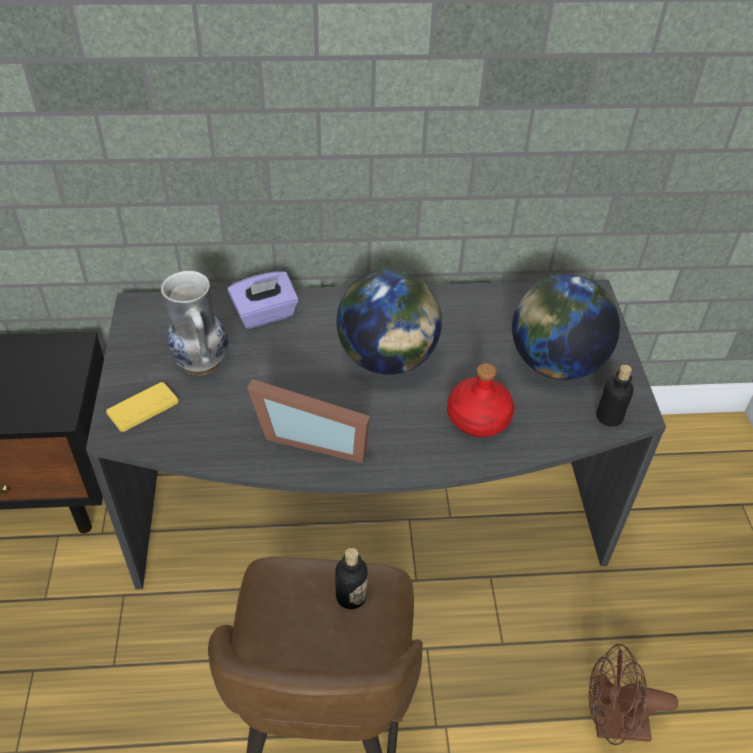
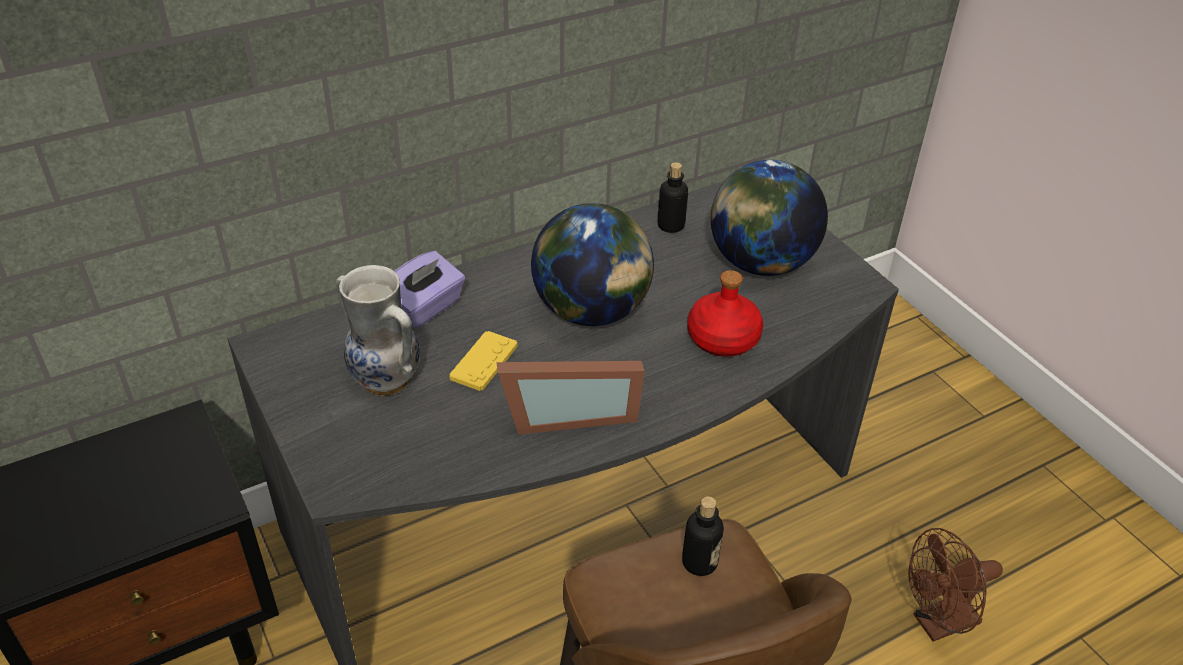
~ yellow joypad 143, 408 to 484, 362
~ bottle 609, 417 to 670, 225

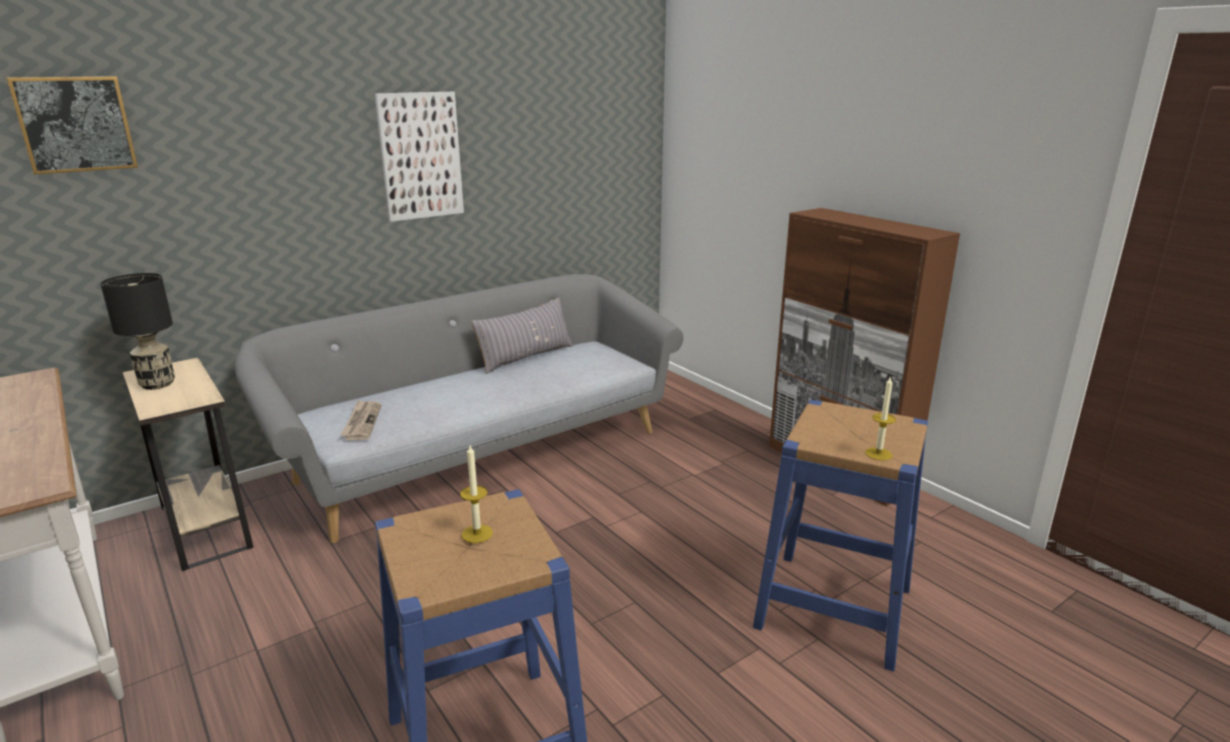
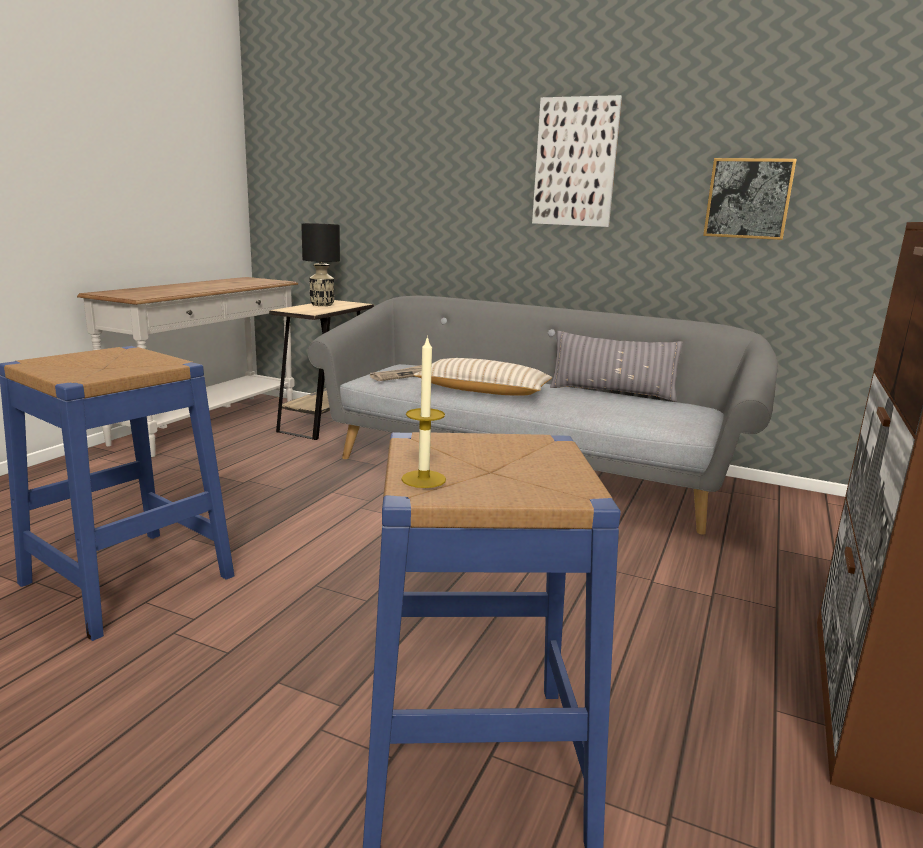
- wax candle 477, 534
+ sand-coloured throw pillow 483, 391
~ wall picture 75, 124 to 748, 198

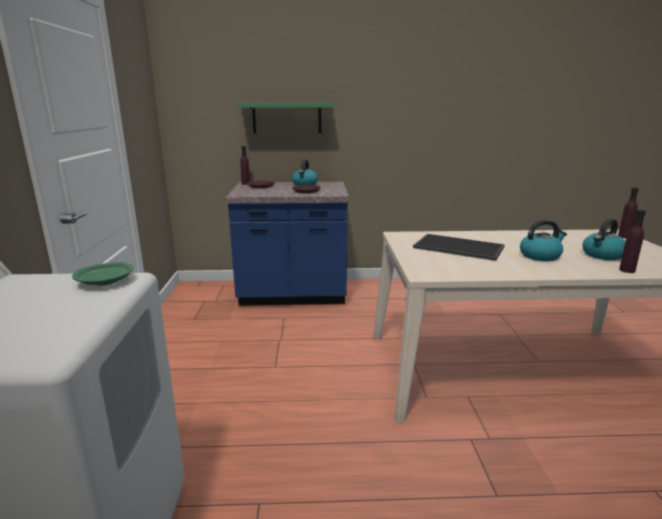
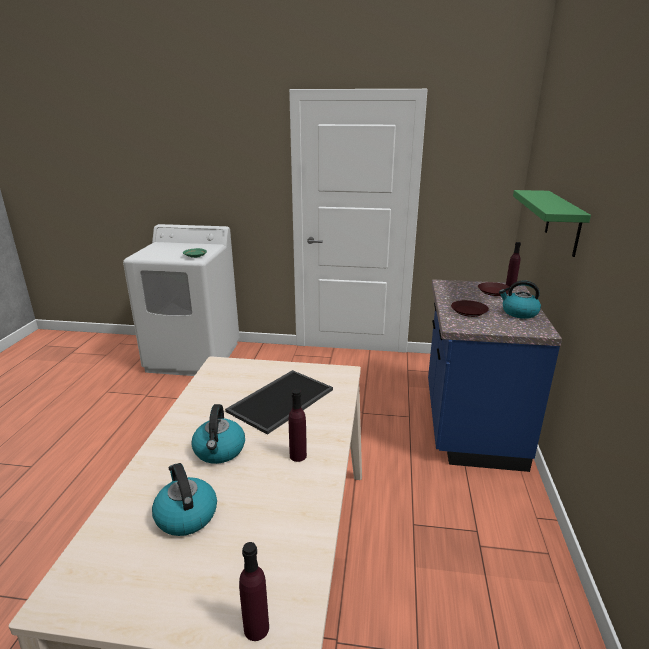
~ purple bottle 627, 270 to 298, 456

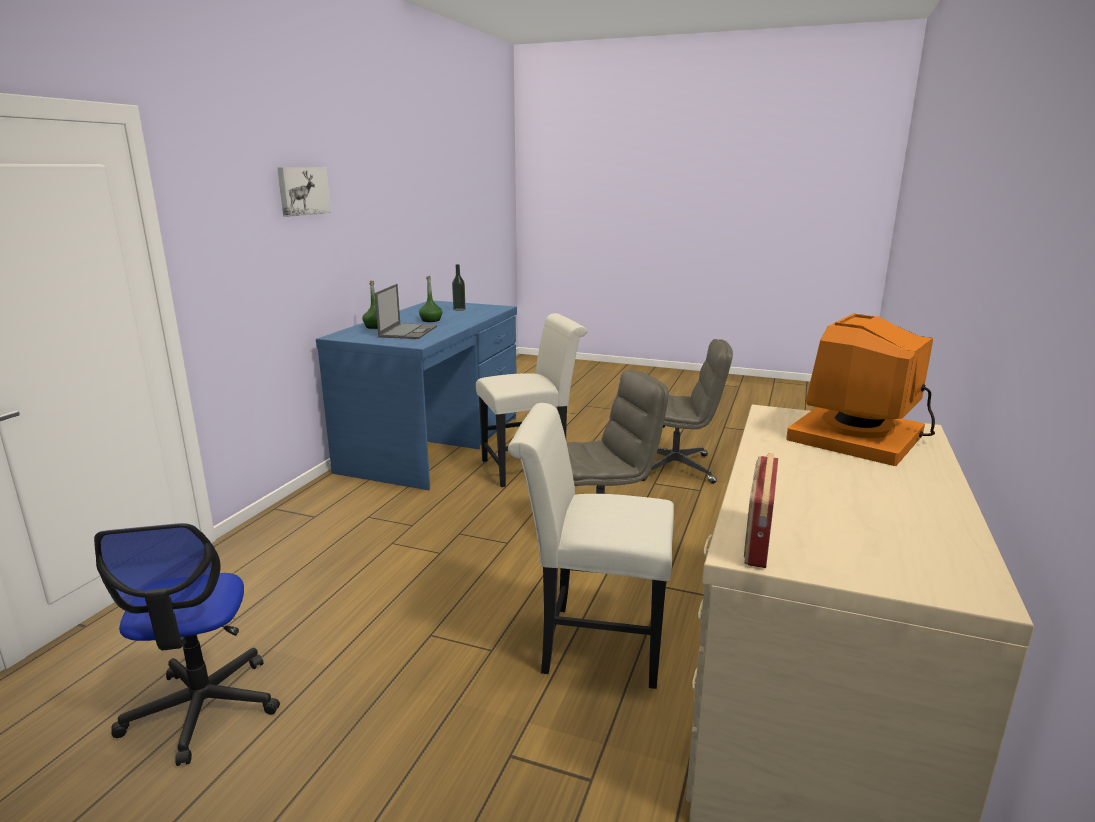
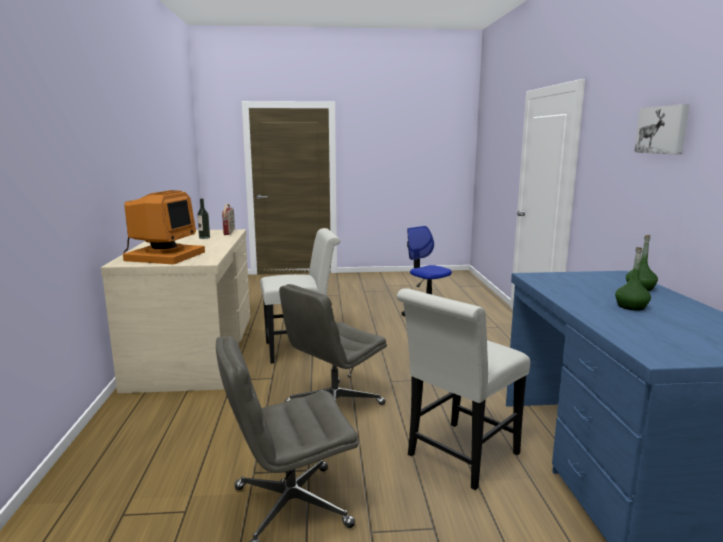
- laptop 408, 331
~ bottle 459, 309 to 204, 237

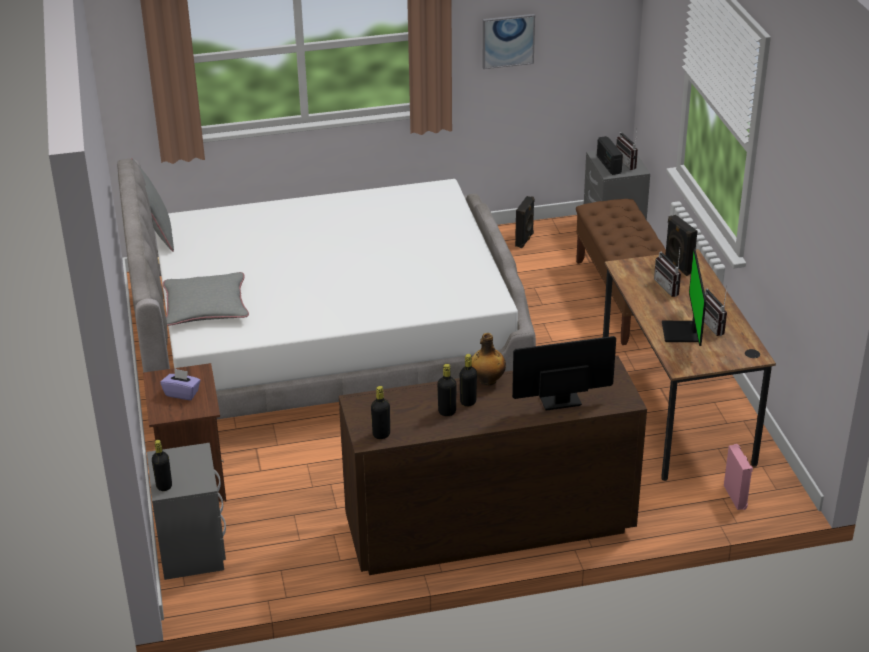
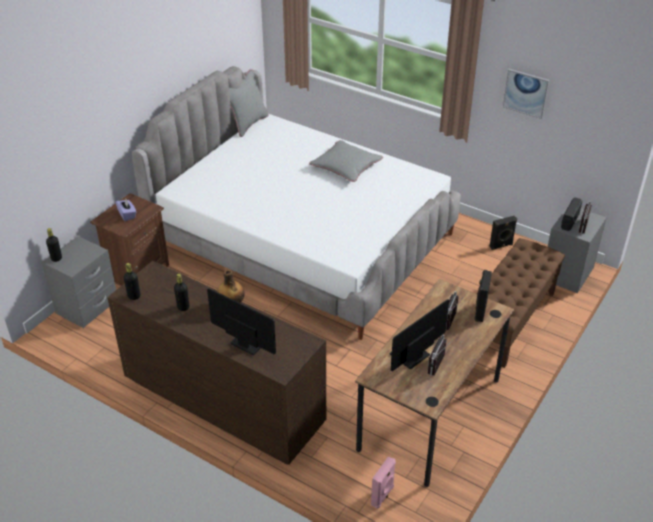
- black bottle 468, 402
~ gray throw pillow 206, 306 to 346, 166

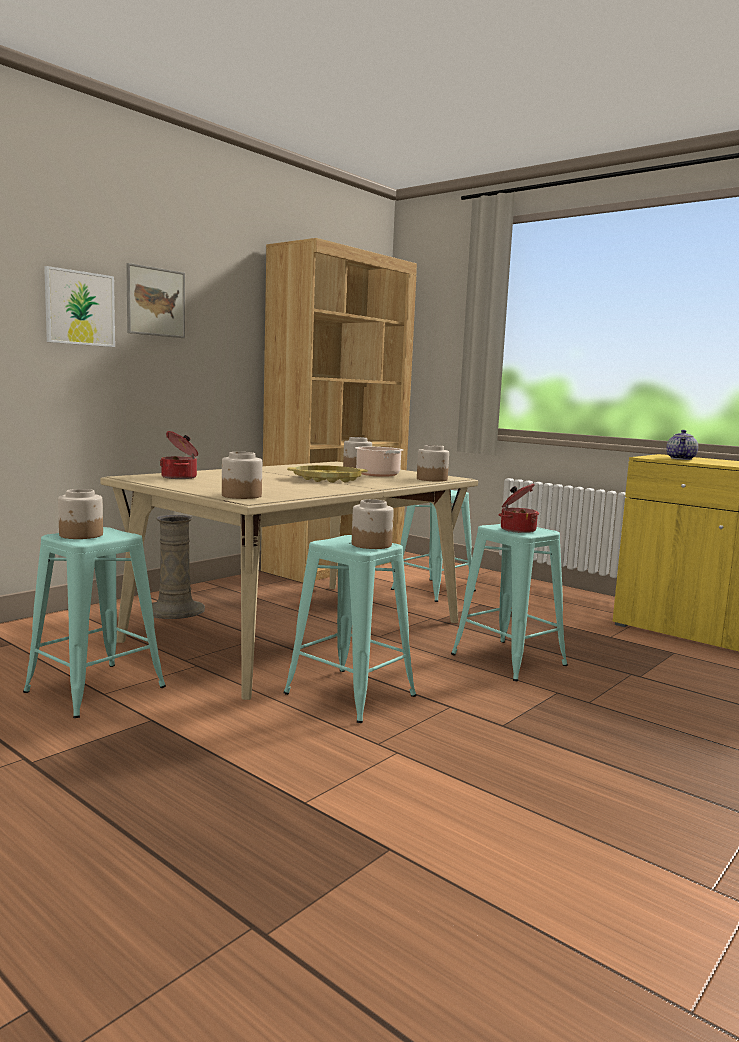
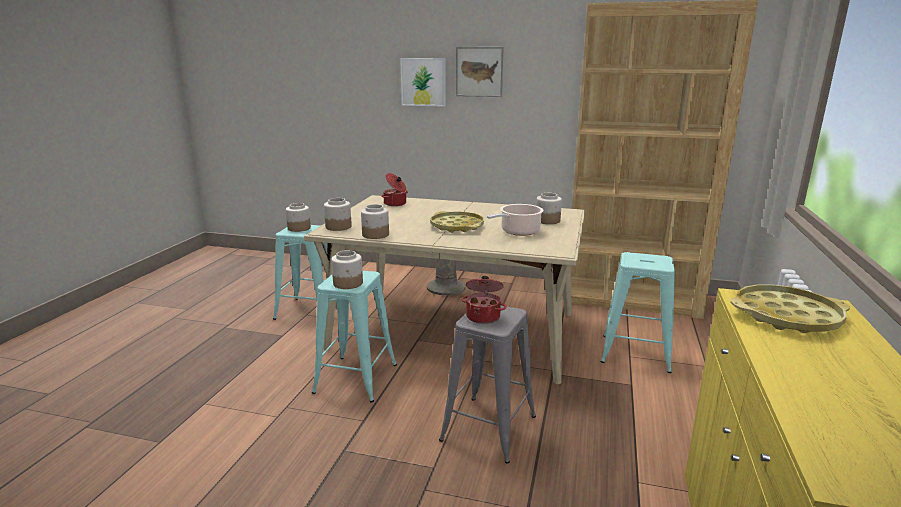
~ preserve jar 432, 479 to 375, 235
~ teapot 681, 459 to yellow tray 786, 316
~ blue-green stool seat 508, 660 to gray stool seat 488, 428

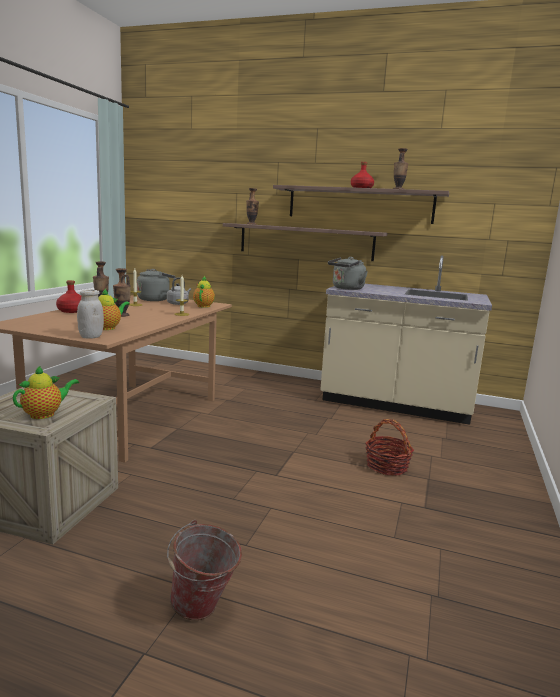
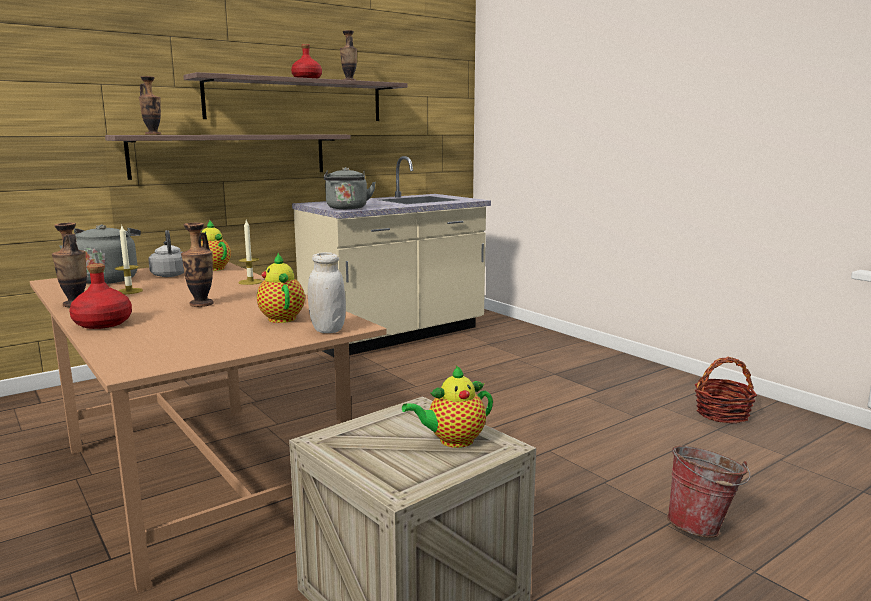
~ household basket 387, 466 to 722, 414
~ teapot 45, 414 = 452, 441 105 degrees counterclockwise

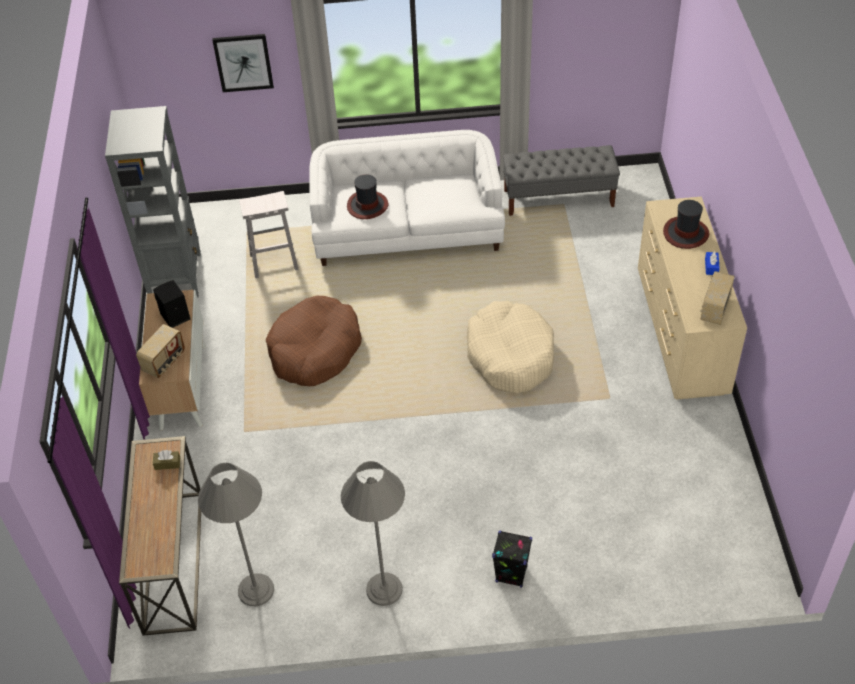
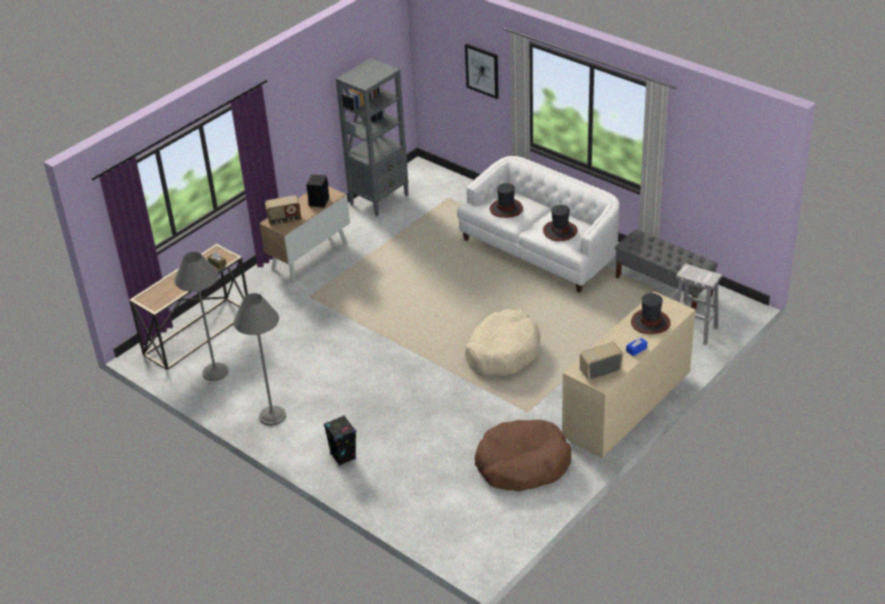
+ hat 560, 231
~ white stool seat 273, 262 to 693, 330
~ brown dog bed 315, 350 to 522, 464

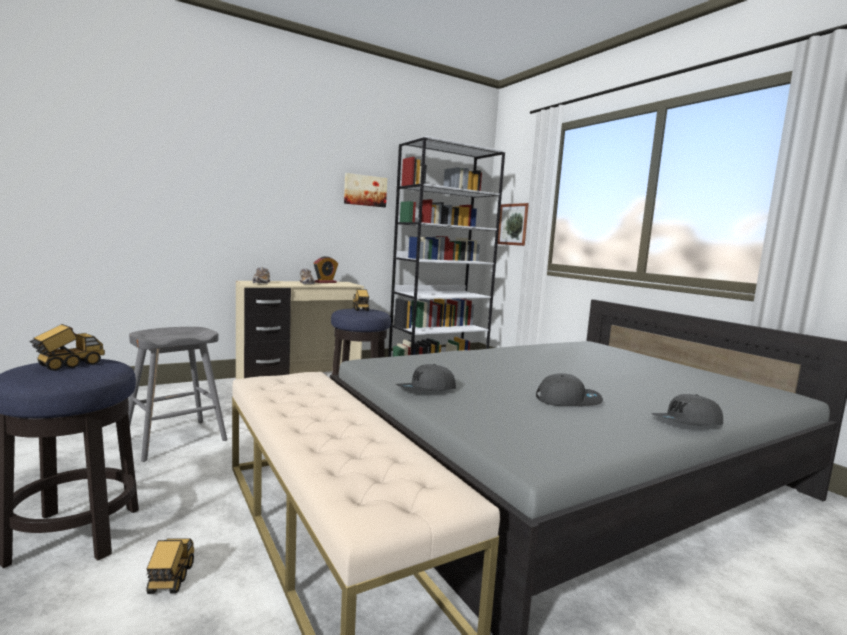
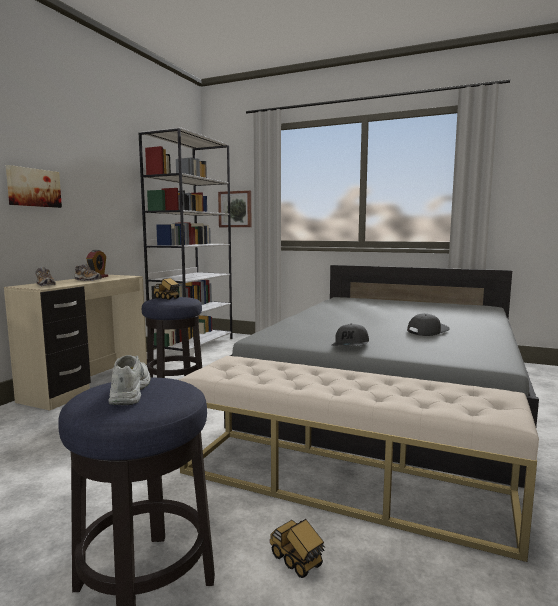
- gray stool seat 174, 440
- gray cap 687, 423
~ wall picture 365, 190 to 33, 187
~ toy lorry 68, 365 to white shoe 129, 391

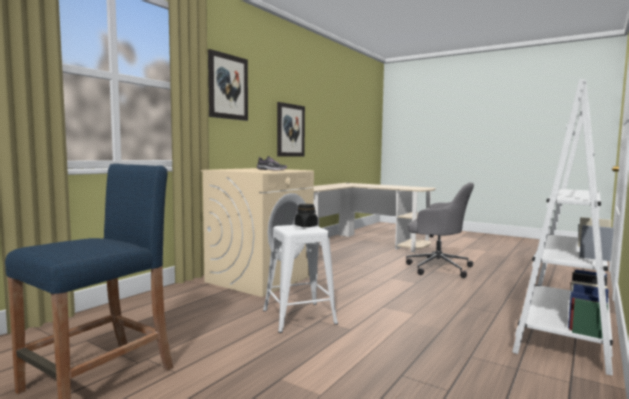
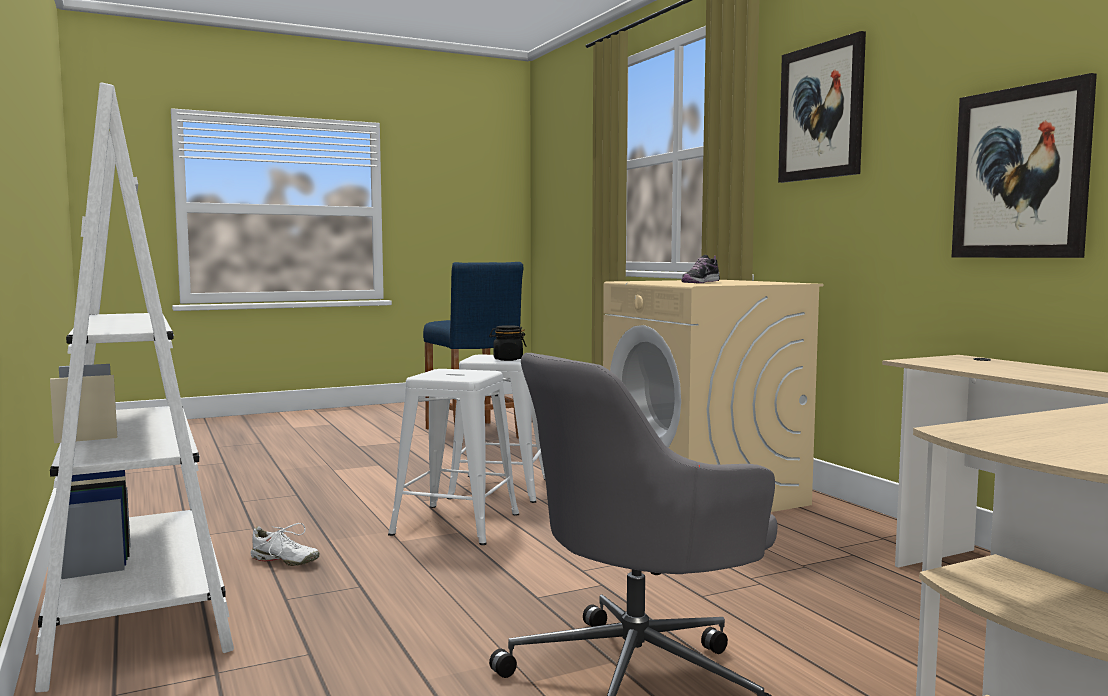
+ white shoe 284, 561
+ white stool seat 456, 524

